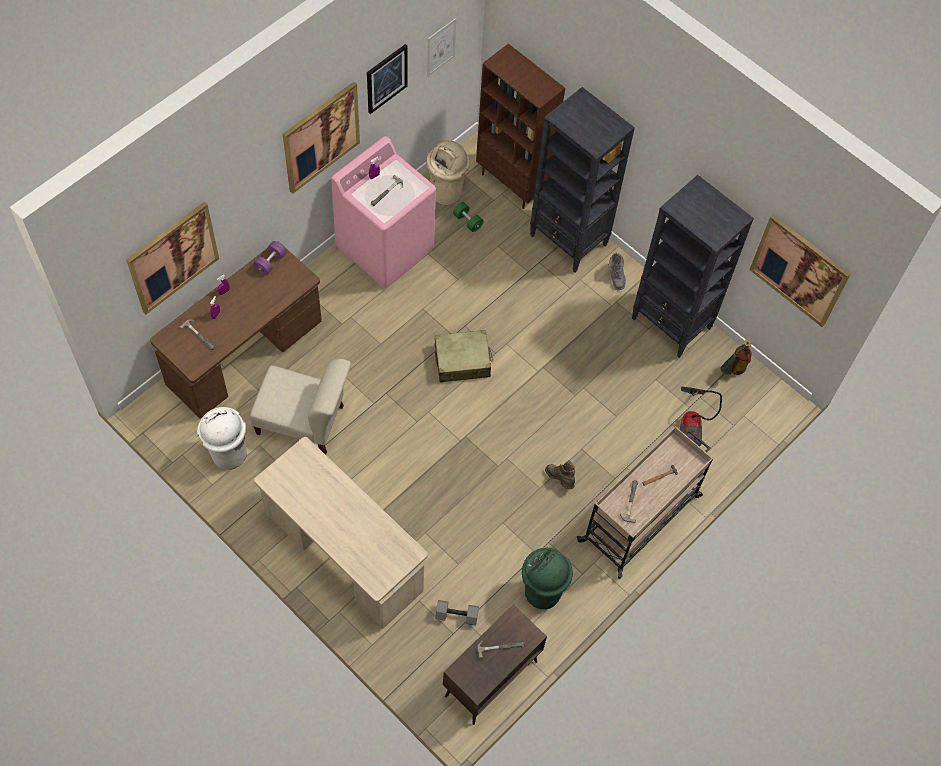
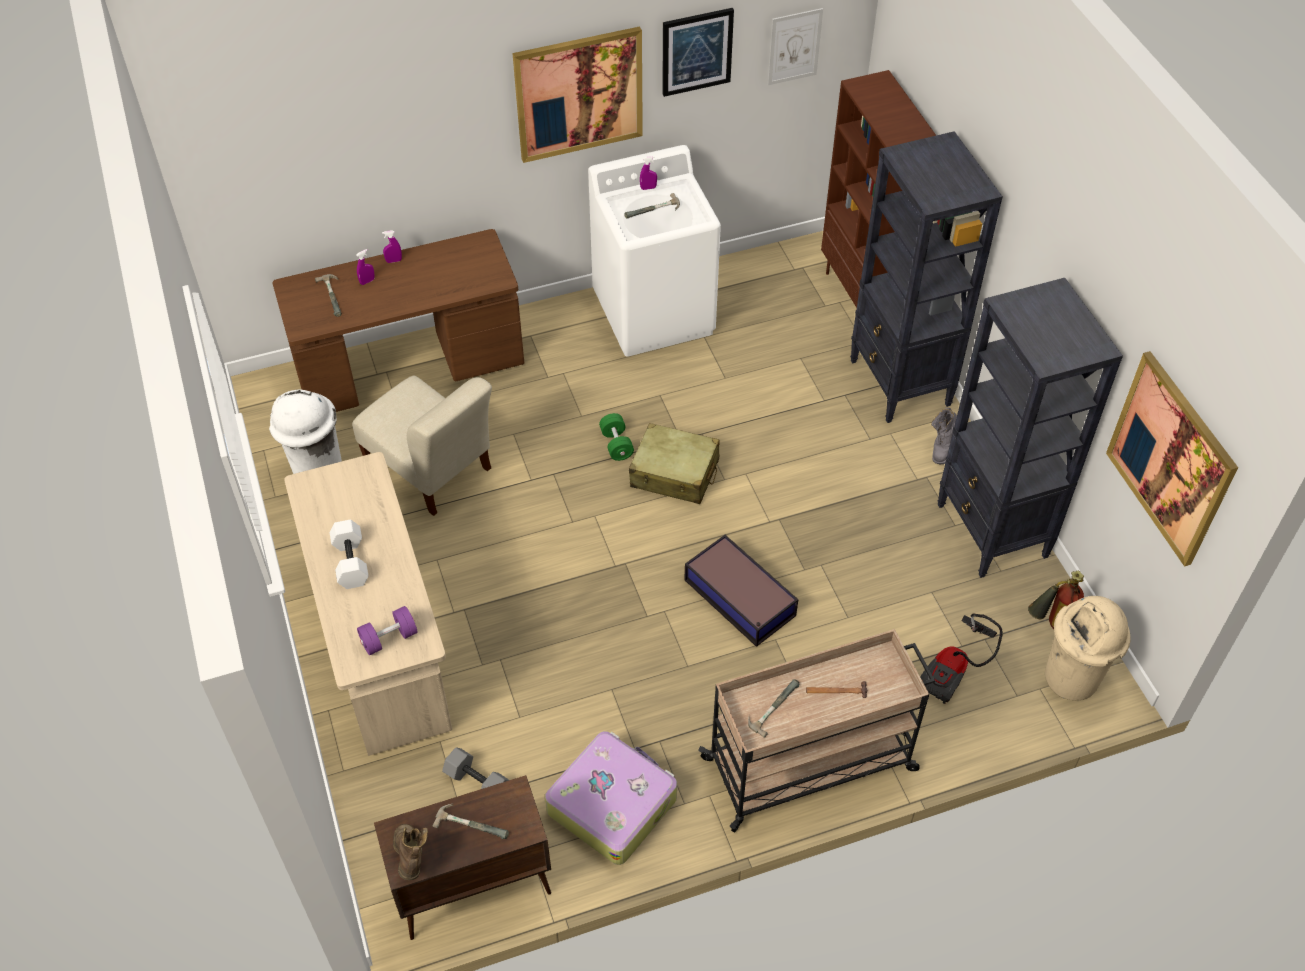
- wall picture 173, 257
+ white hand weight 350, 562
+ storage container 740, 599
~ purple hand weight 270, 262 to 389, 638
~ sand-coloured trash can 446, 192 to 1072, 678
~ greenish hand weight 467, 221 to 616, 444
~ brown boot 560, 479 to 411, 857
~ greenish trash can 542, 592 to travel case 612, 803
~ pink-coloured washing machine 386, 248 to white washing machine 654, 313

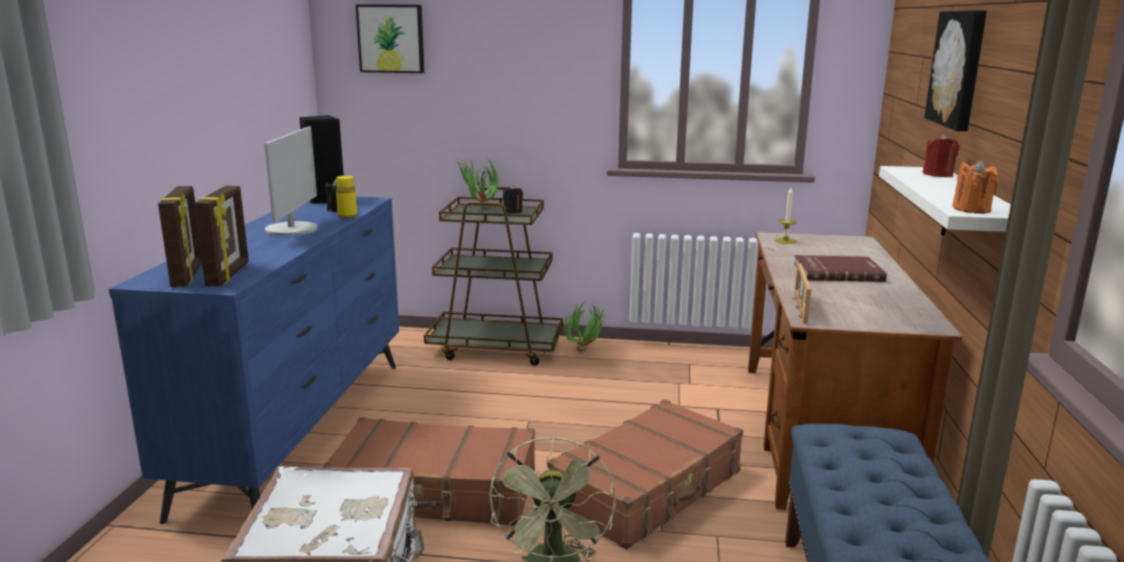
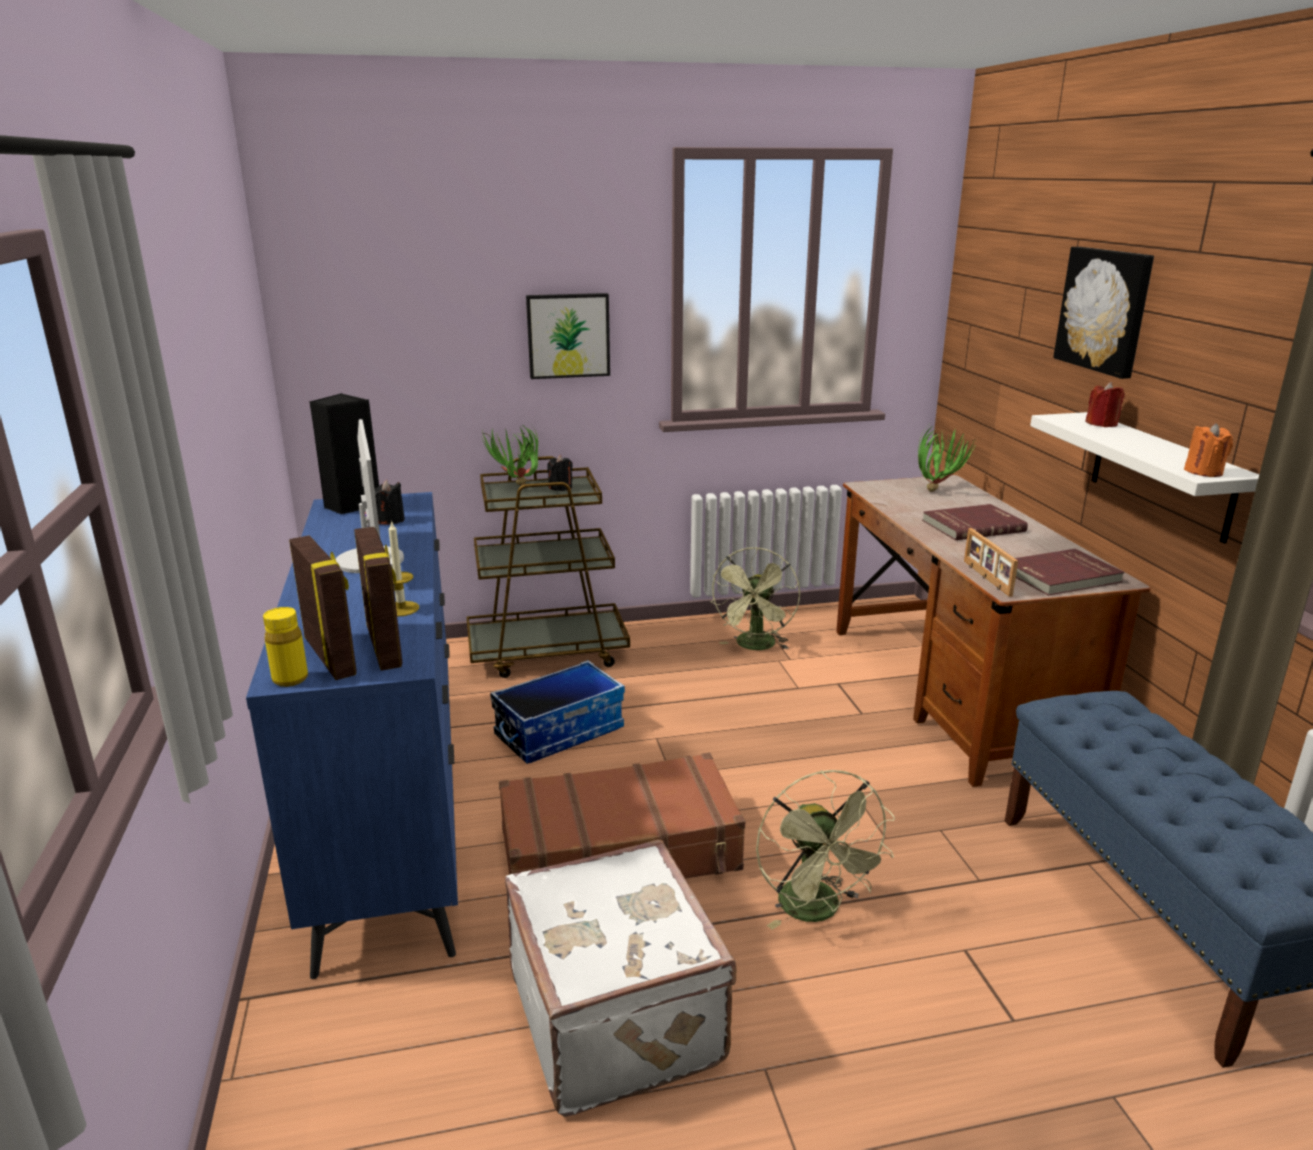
- brown travel case 648, 489
+ storage container 559, 731
+ greenish fan 755, 646
+ reddish bound book 1062, 576
~ yellow bottle 347, 216 to 290, 679
~ wall picture 391, 38 to 568, 335
~ potted plant 587, 351 to 937, 490
~ wax candle 785, 241 to 401, 609

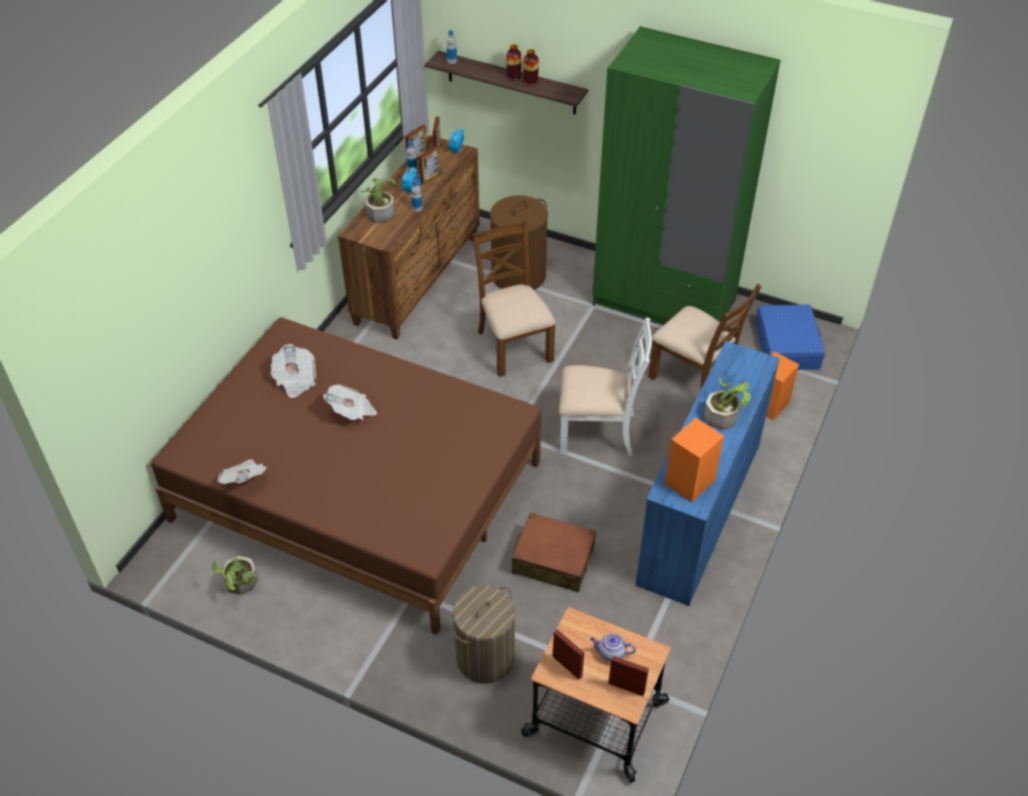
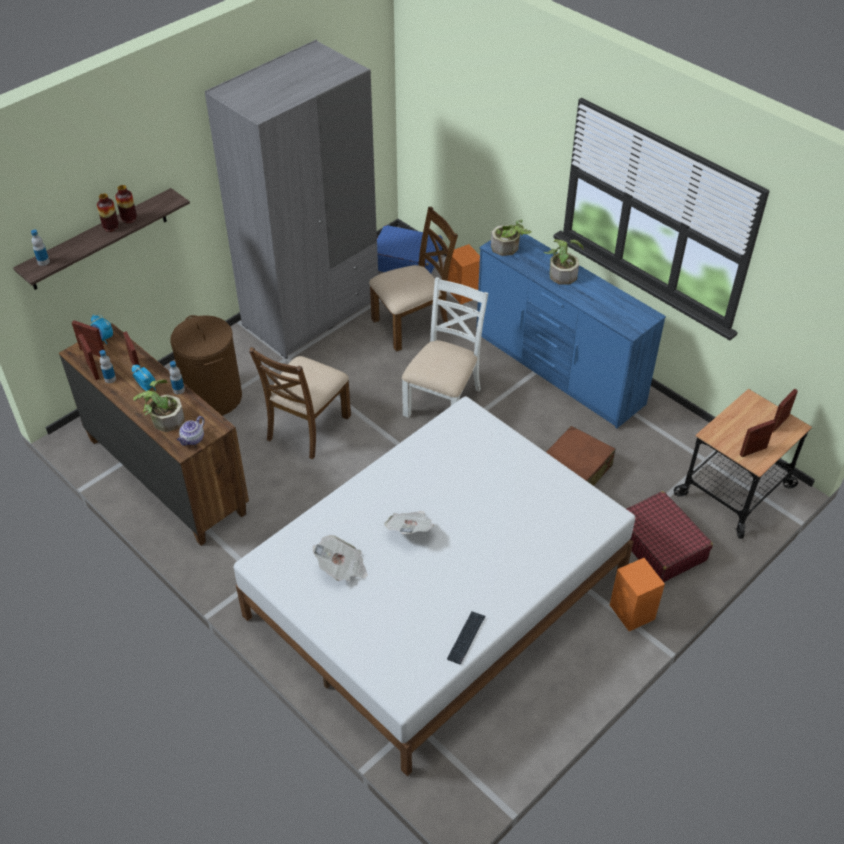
~ potted plant 239, 585 to 508, 248
~ teapot 611, 653 to 192, 439
~ orange loudspeaker 689, 482 to 632, 613
~ printed paper 244, 480 to PC keyboard 466, 638
~ washing basket 485, 658 to reddish travel case 659, 544
~ brown sleeping bed 357, 490 to white sleeping bed 436, 593
~ greenish armoire 664, 302 to gray armoire 311, 312
~ brown upright chair 513, 346 = 307, 427 60 degrees counterclockwise

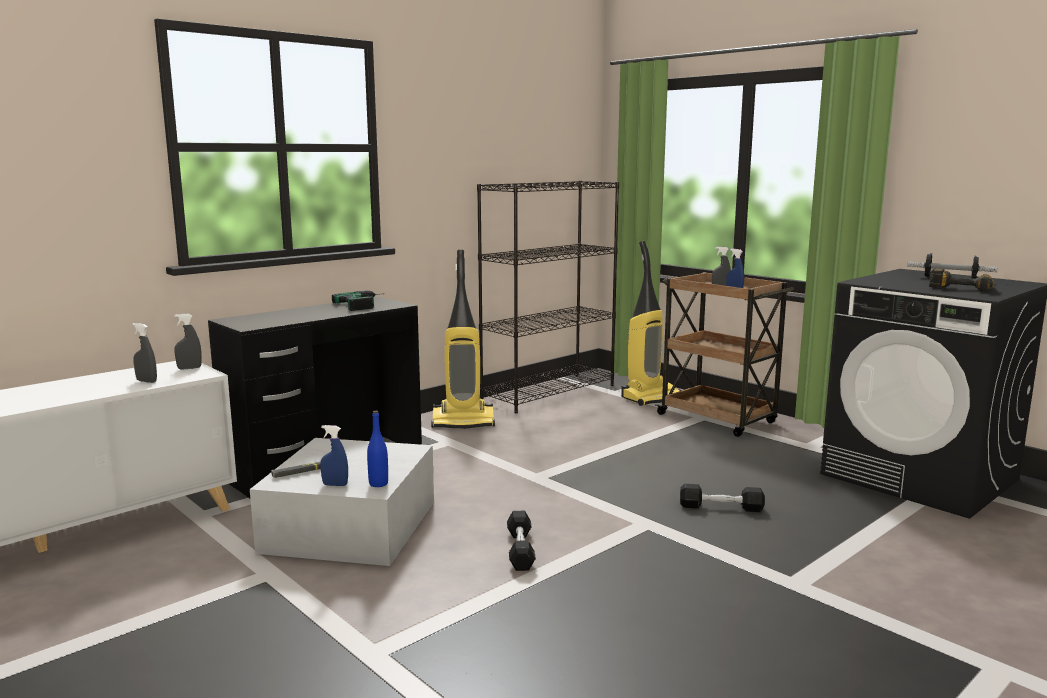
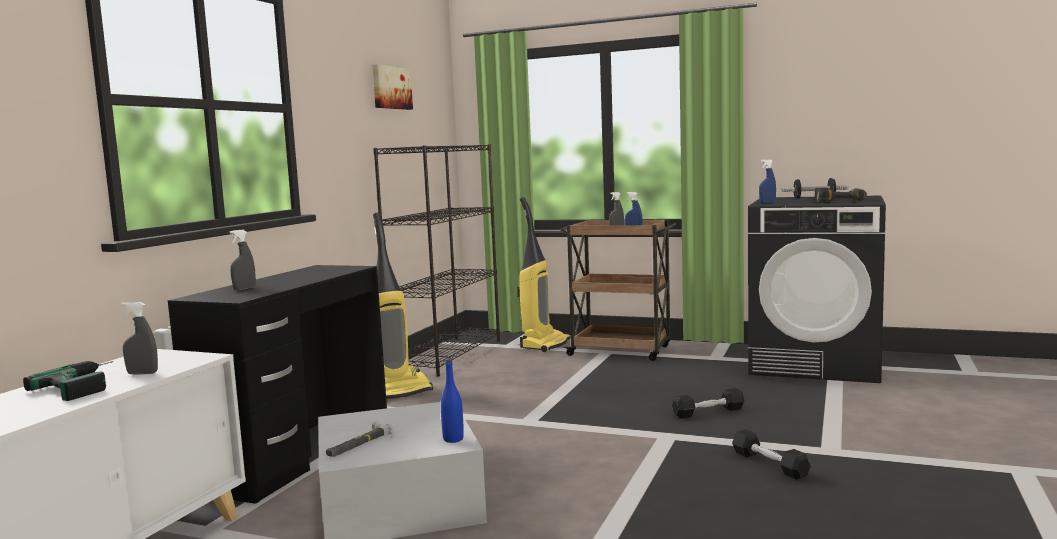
+ wall picture 390, 88
~ gray sprayer 189, 368 to 244, 289
~ blue sprayer 335, 485 to 767, 203
~ power drill 366, 304 to 88, 384
~ black hand weight 520, 550 to 769, 464

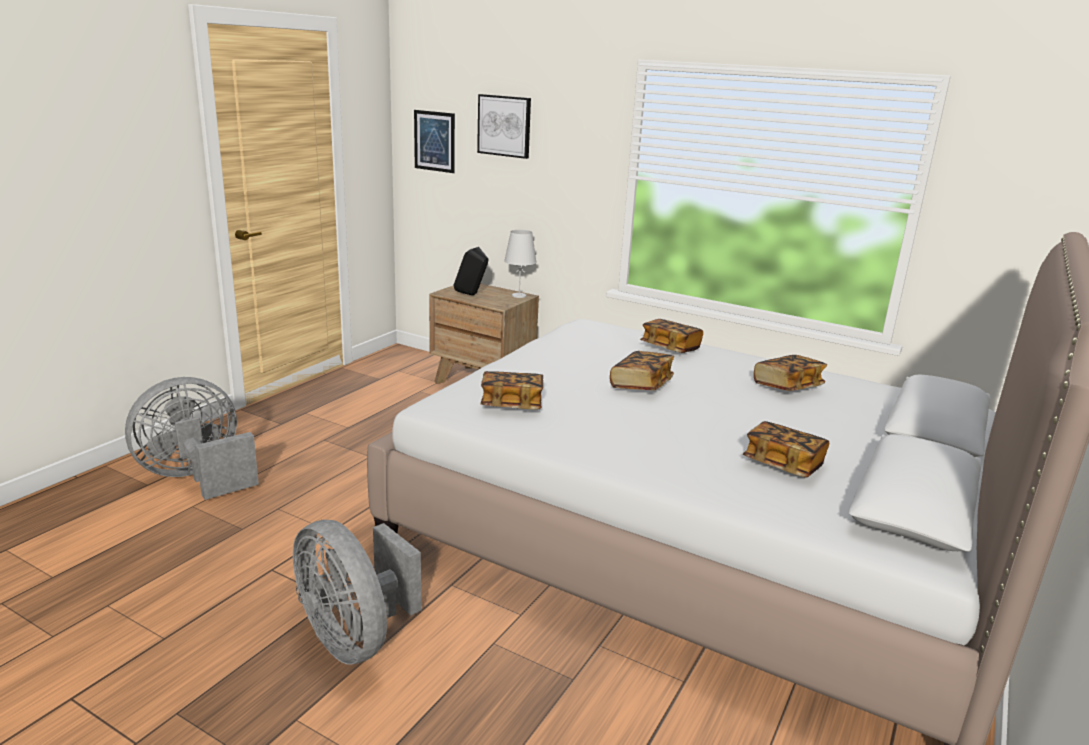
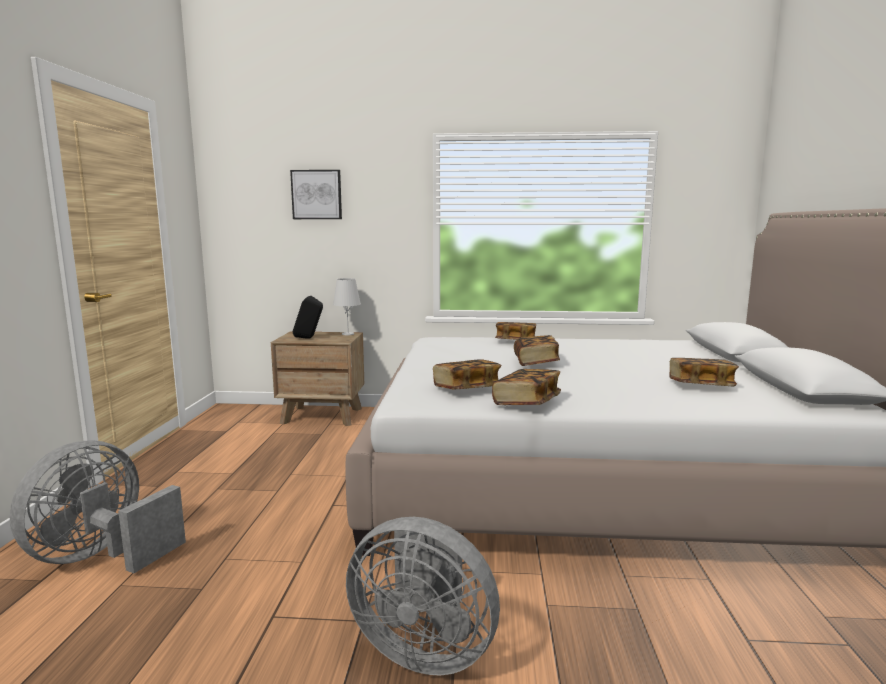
- wall picture 434, 141
~ bound book 787, 386 to 526, 402

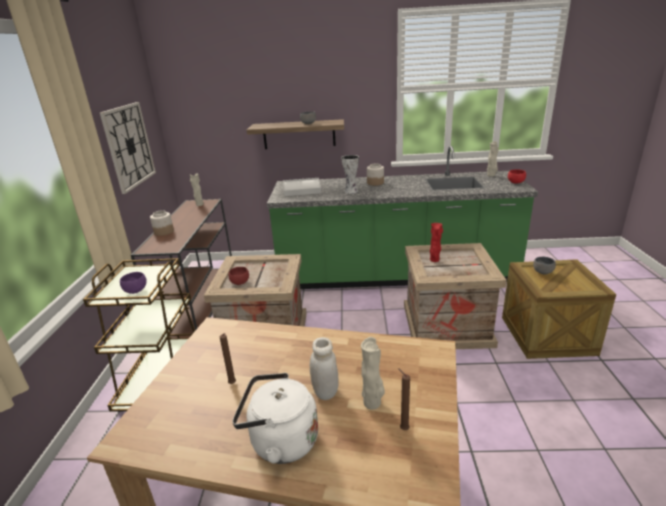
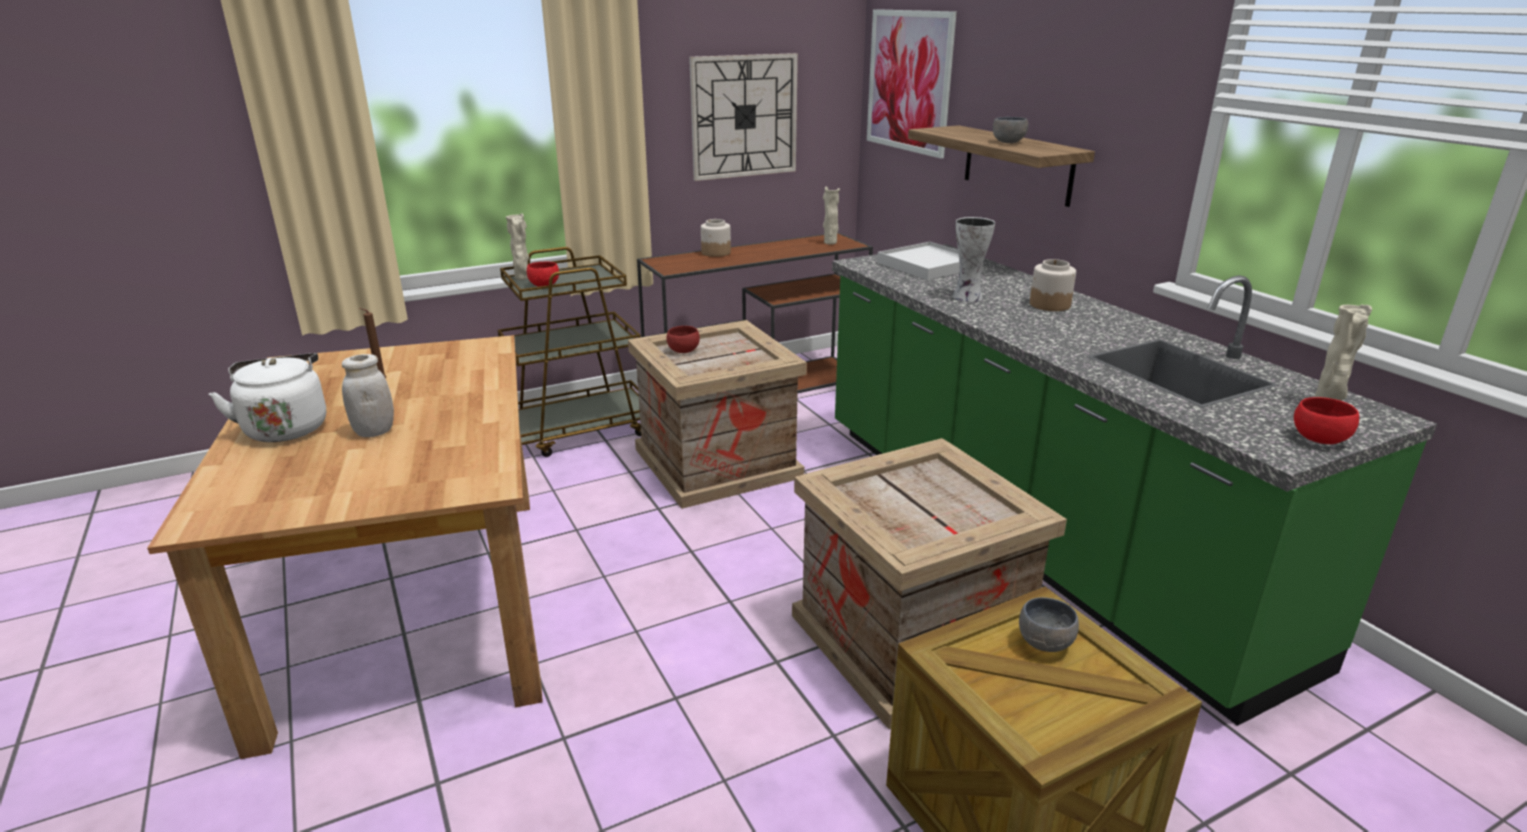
- brown wax candle 403, 428
- reddish vase 434, 260
+ wall picture 909, 81
~ sand-coloured vase 373, 403 to 522, 278
~ purple serving bowl 135, 291 to reddish serving bowl 544, 285

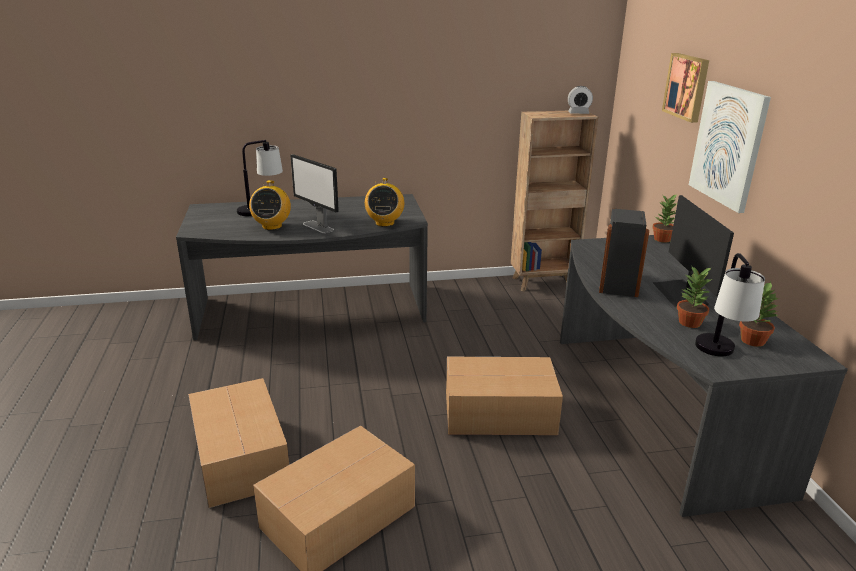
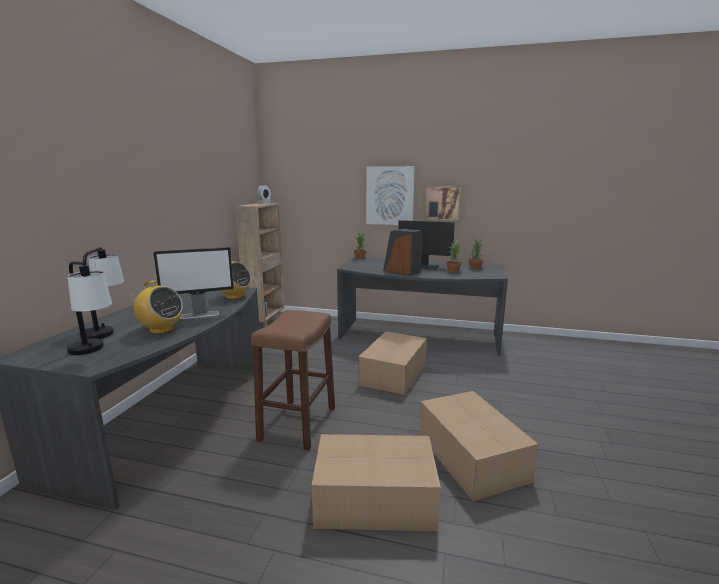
+ brown stool seat 298, 423
~ wall picture 687, 87 to 442, 203
~ lamp for a table 719, 356 to 94, 352

